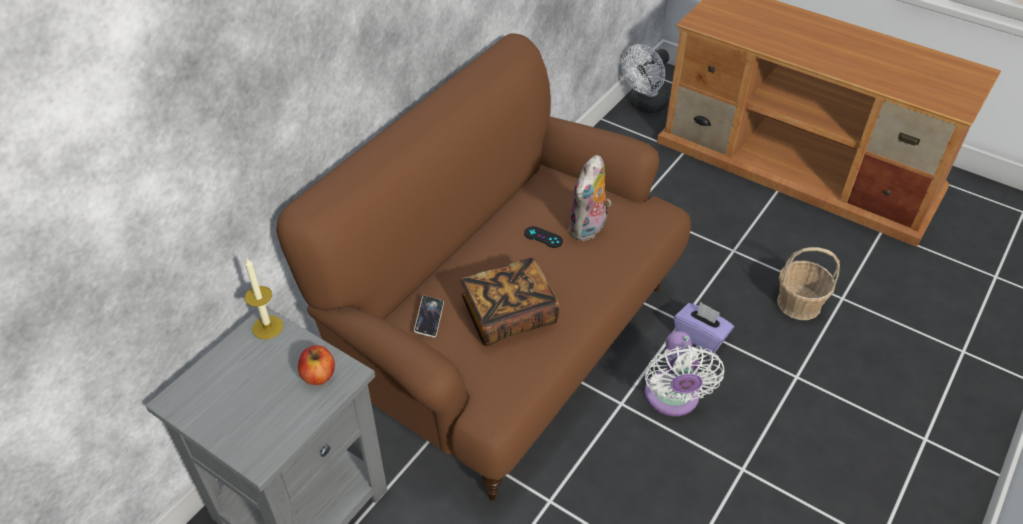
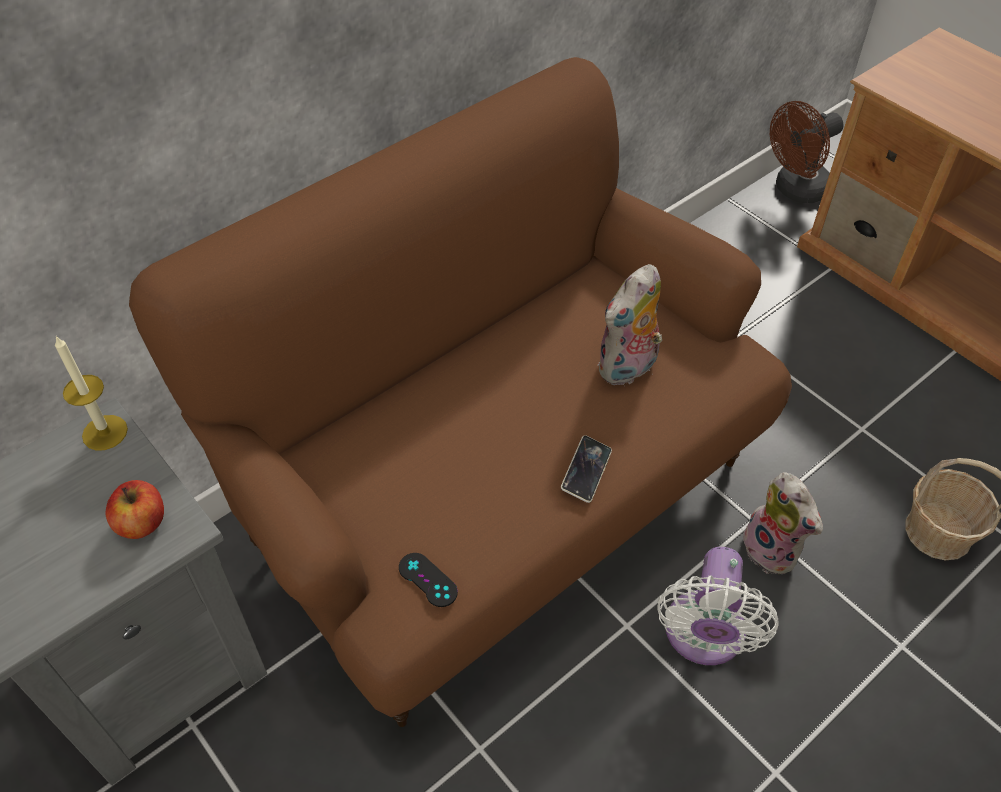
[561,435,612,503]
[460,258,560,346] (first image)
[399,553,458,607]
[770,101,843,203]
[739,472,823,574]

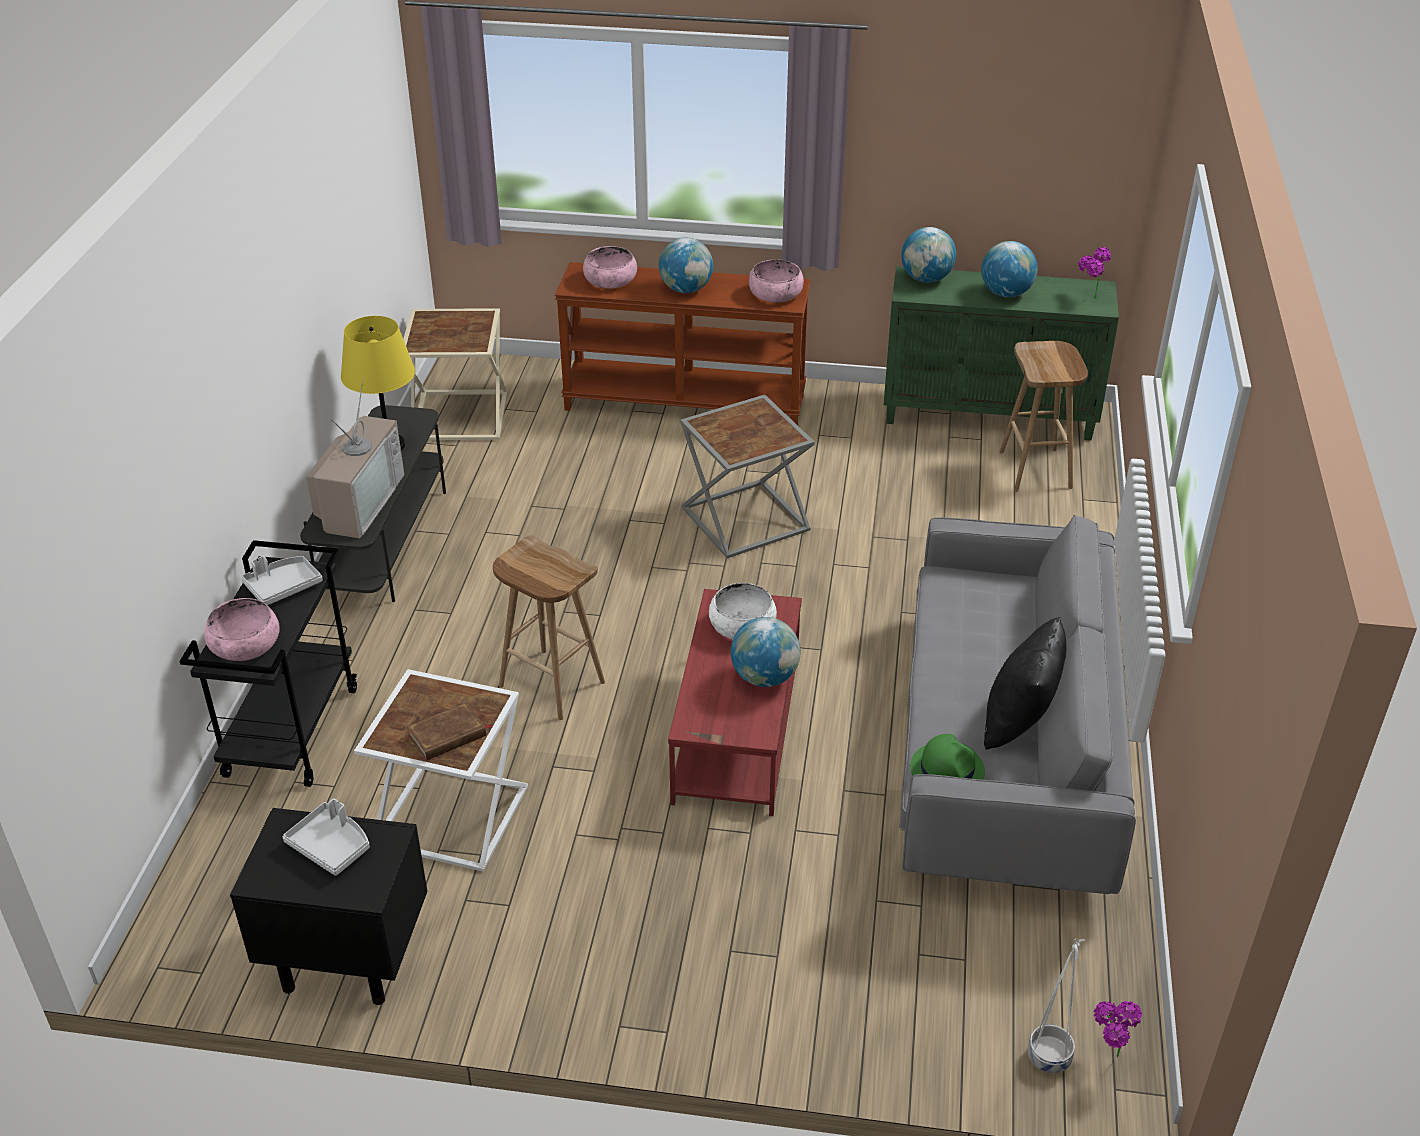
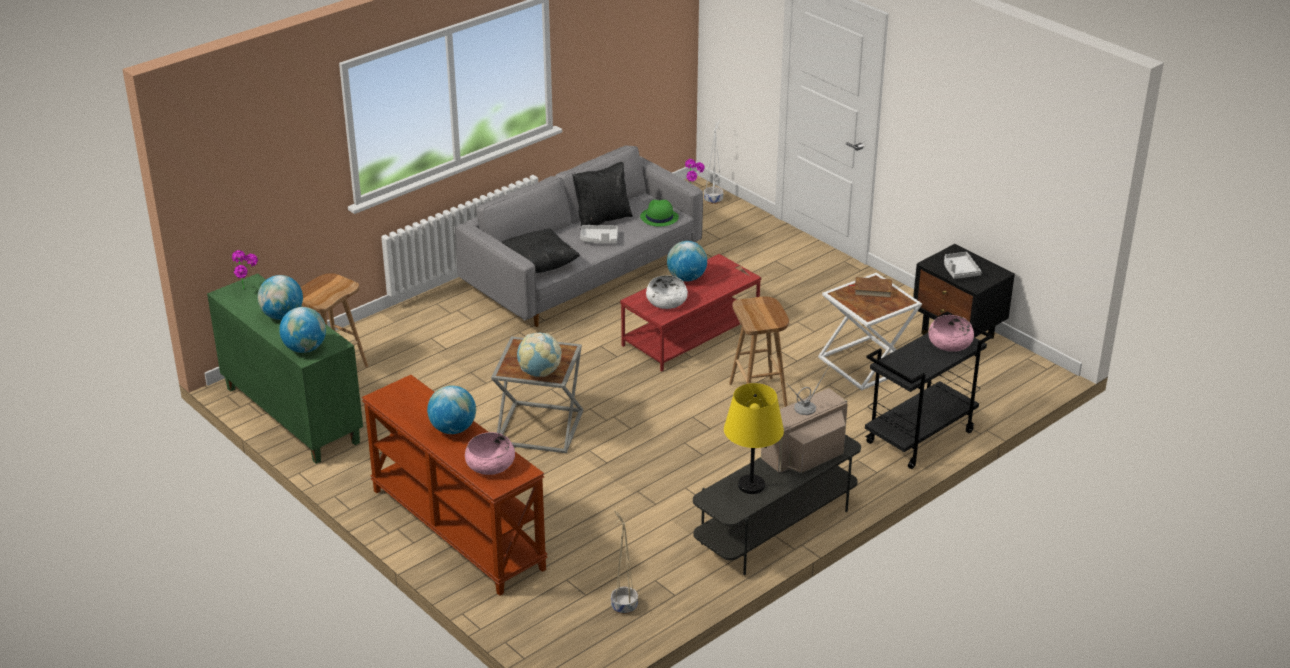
[580,225,618,243]
[611,510,638,614]
[749,260,804,303] (first image)
[501,229,580,273]
[517,333,561,377]

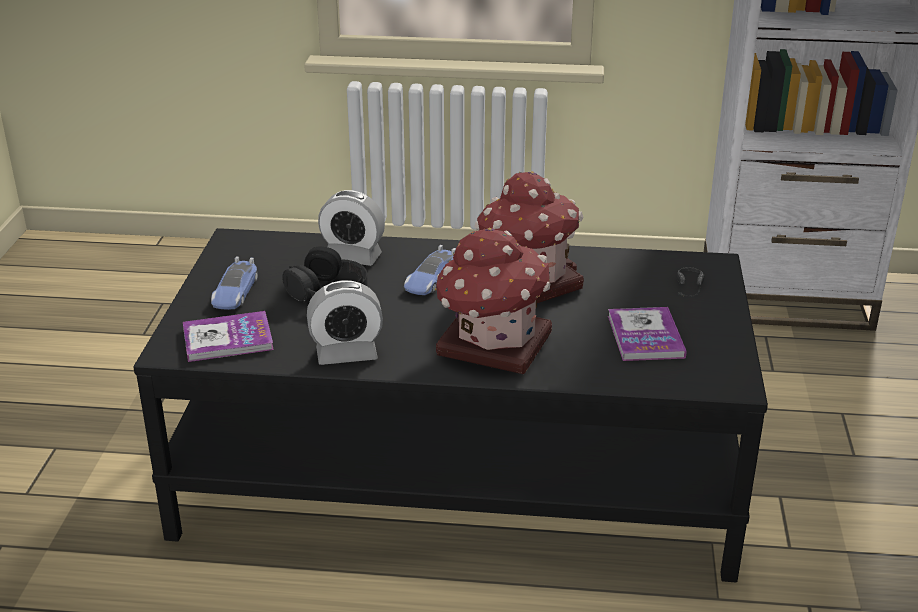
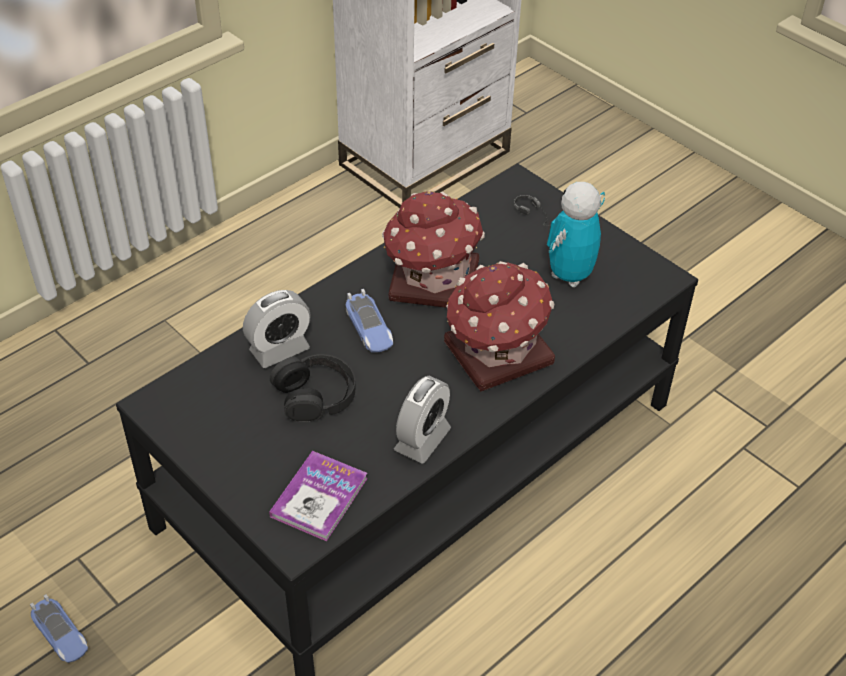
[30,594,88,663]
[547,182,605,287]

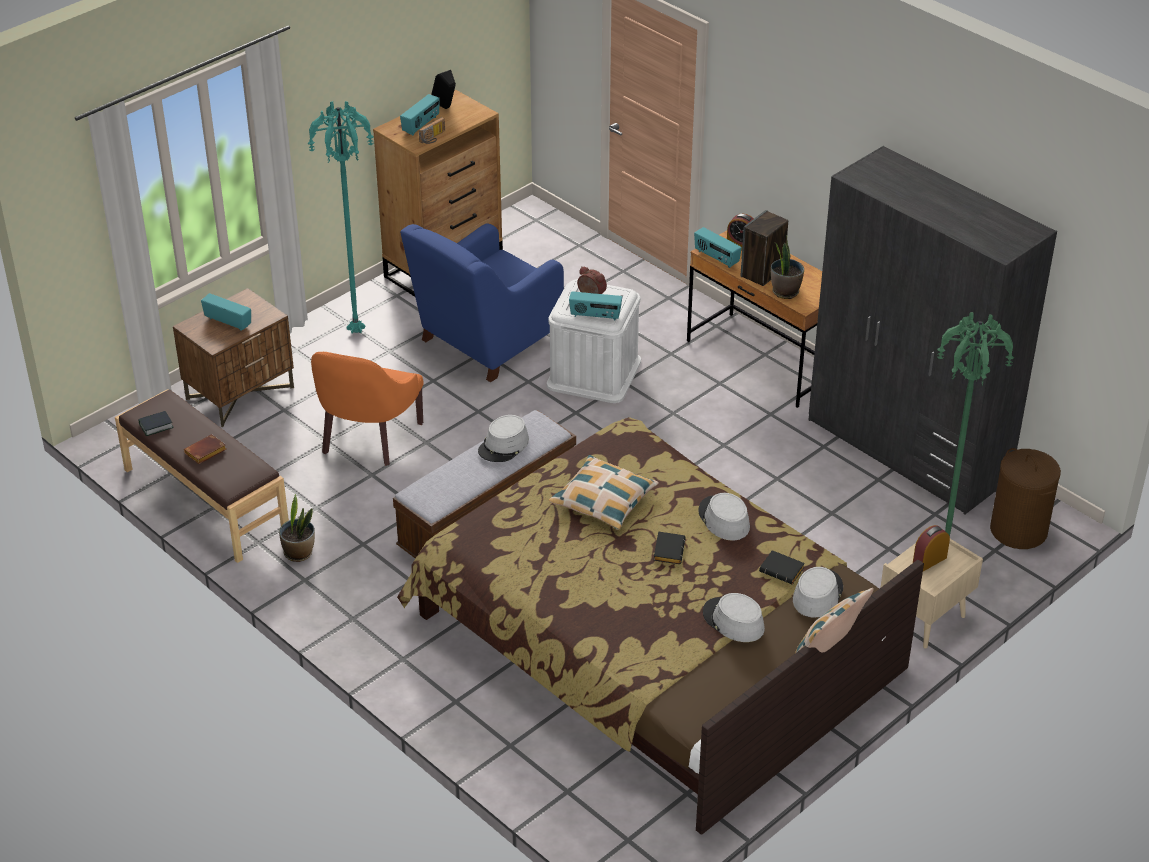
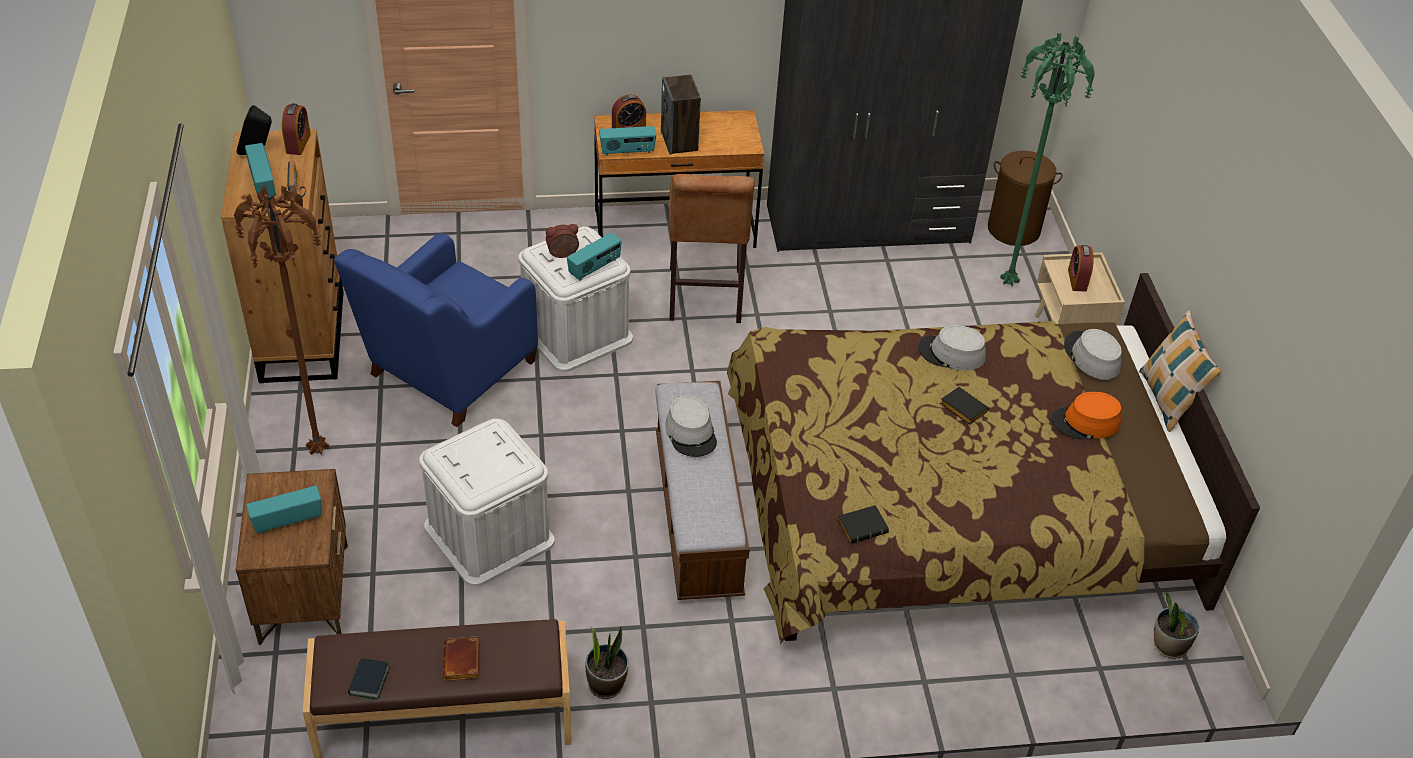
[234,185,329,455]
[419,419,555,587]
[334,233,538,427]
[549,455,659,530] (first image)
[1051,392,1121,439]
[837,505,889,544]
[1153,592,1199,659]
[282,103,311,155]
[669,174,755,323]

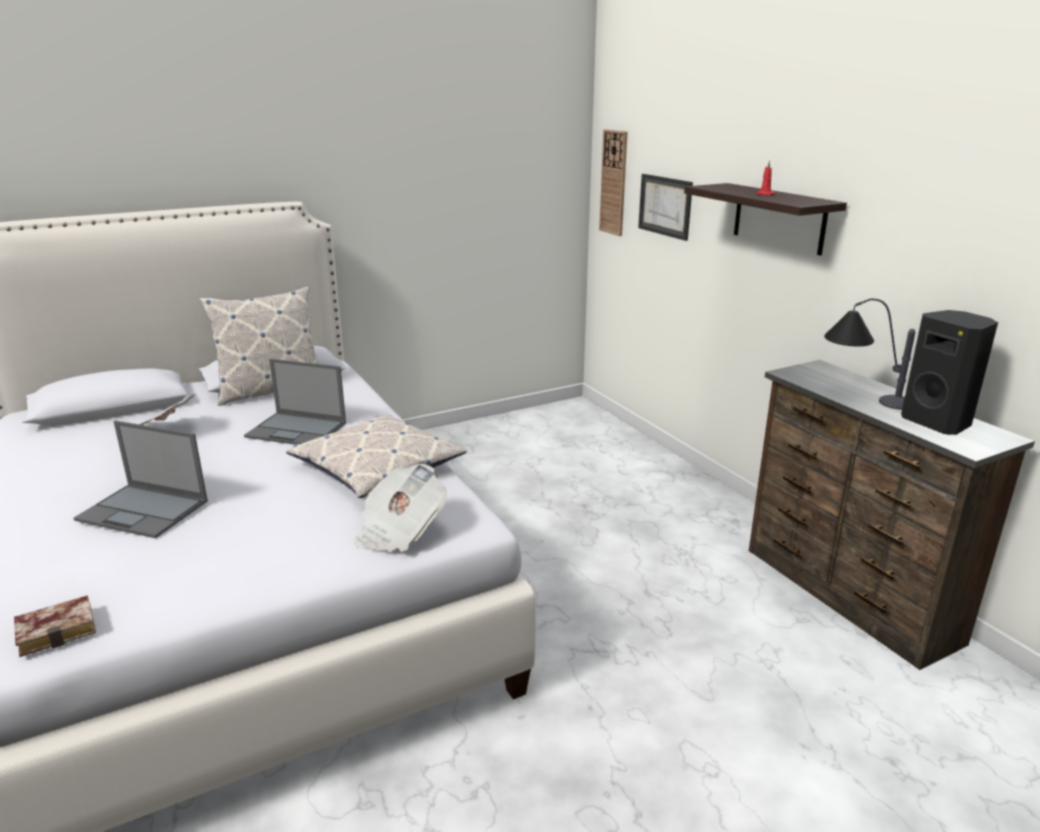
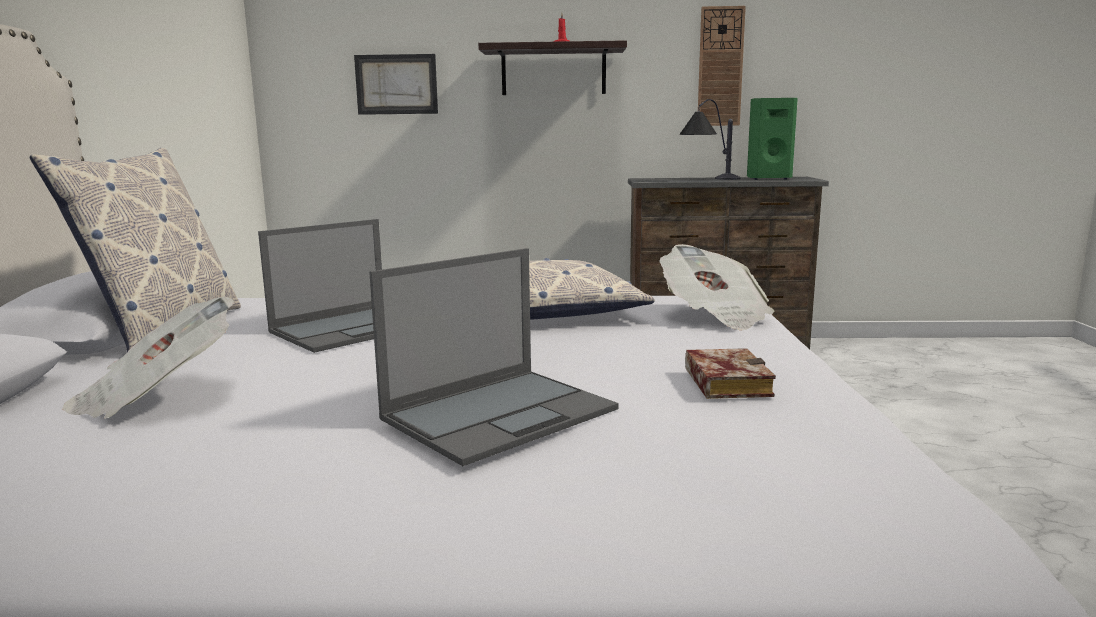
[685,348,776,399]
[698,6,746,126]
[747,98,798,180]

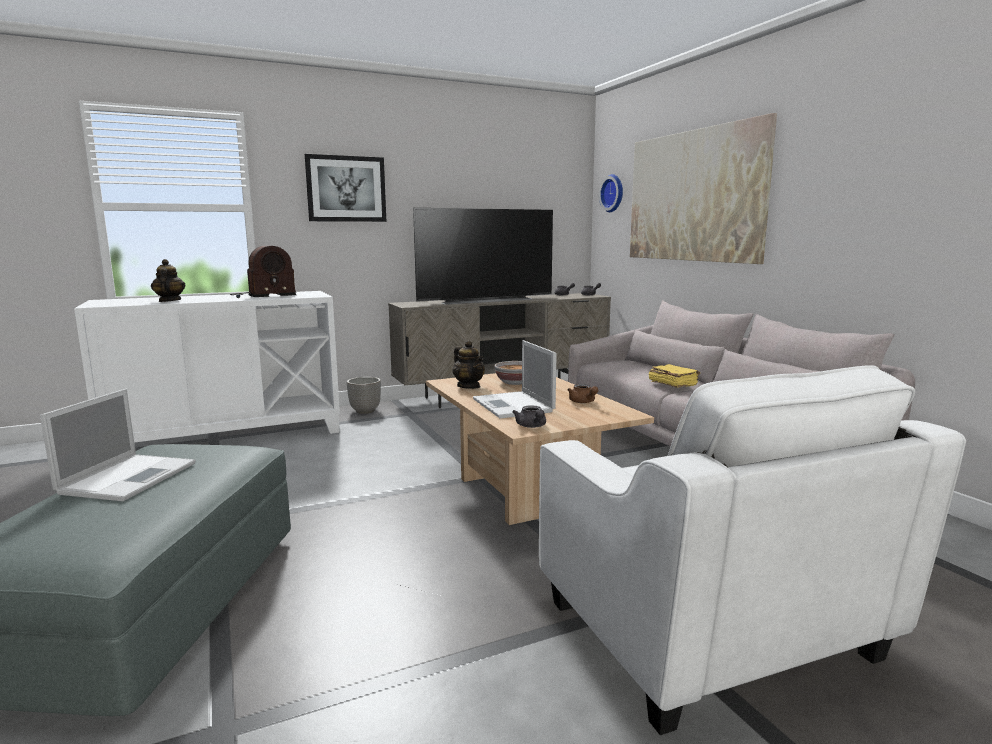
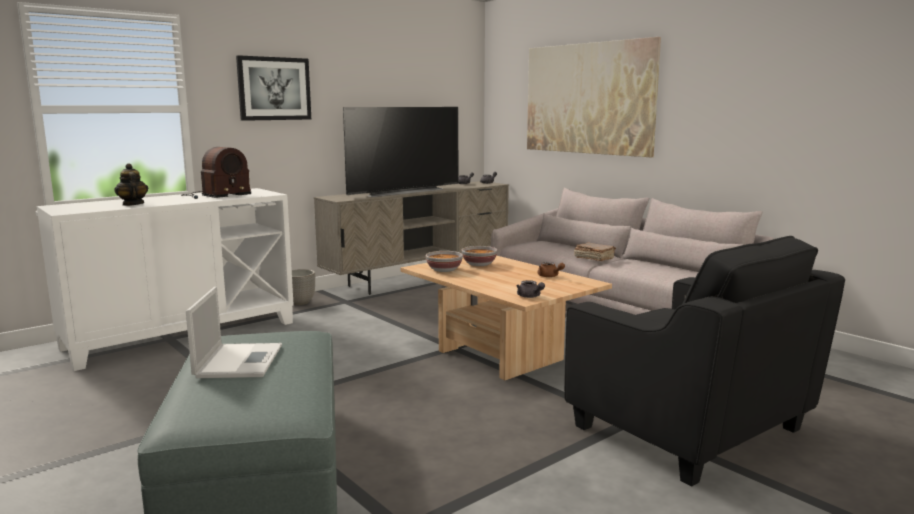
[426,251,463,272]
[473,340,557,419] (first image)
[564,236,845,487]
[599,174,623,212] (first image)
[574,242,616,261]

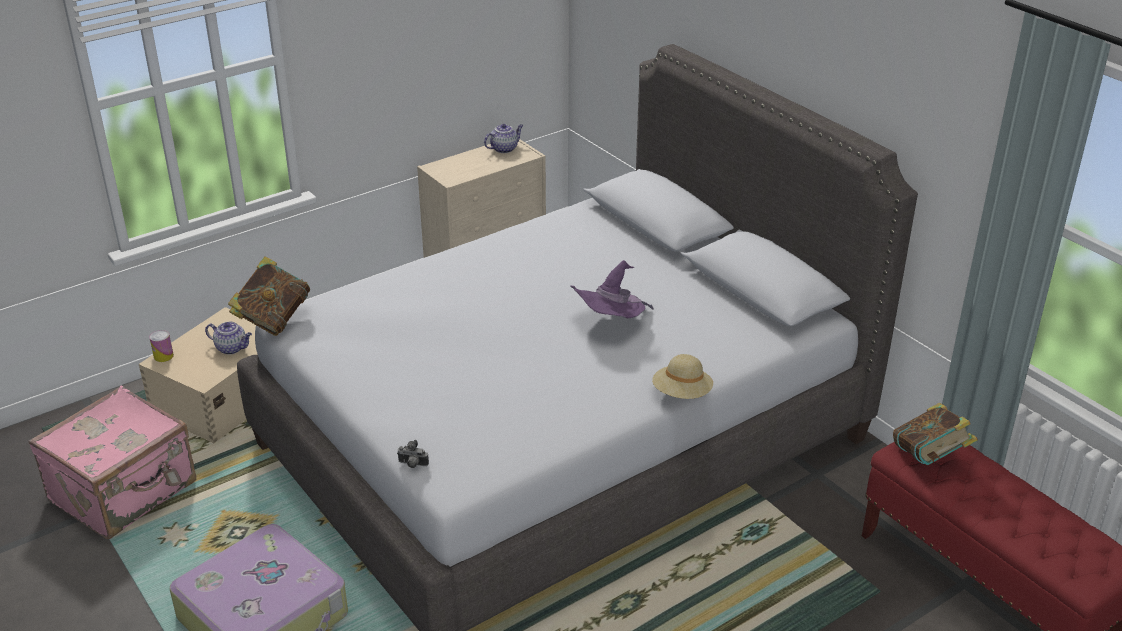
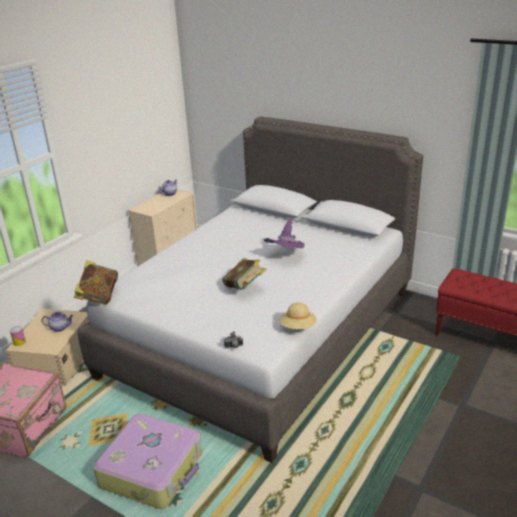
[280,303,317,329]
[222,258,267,290]

